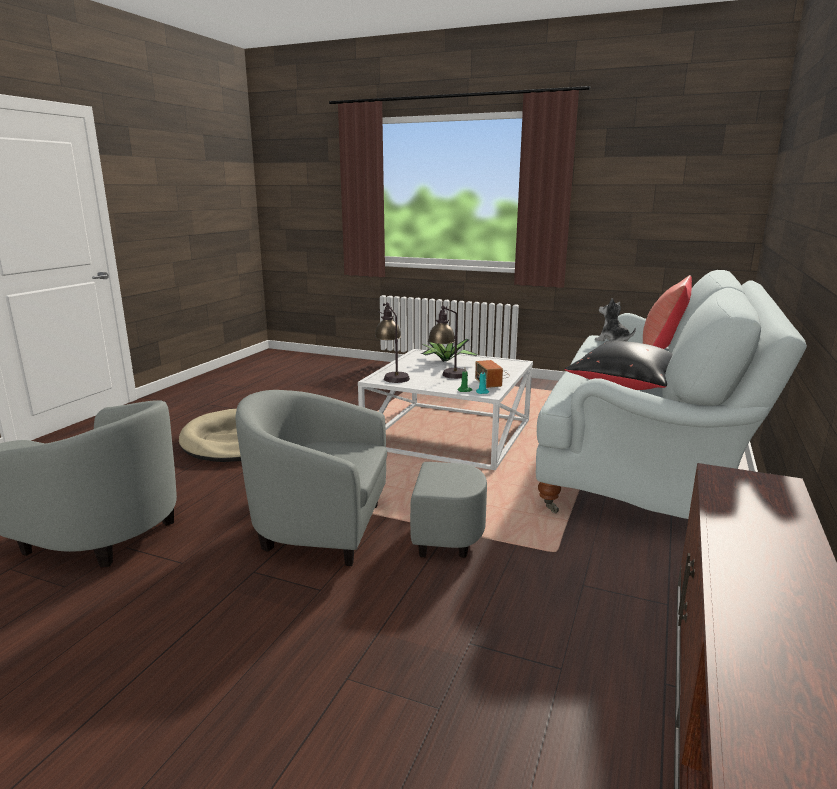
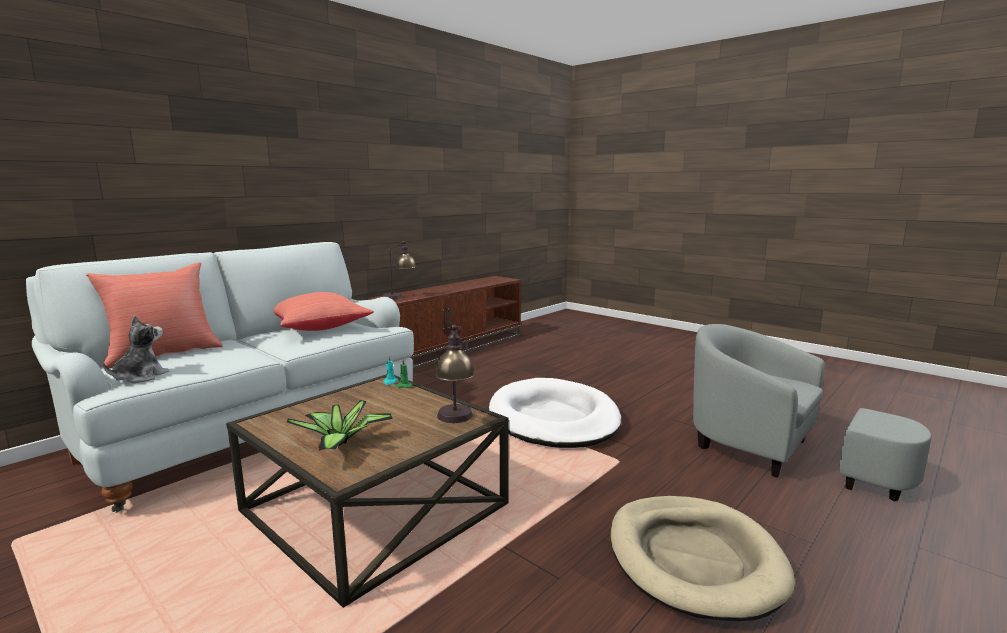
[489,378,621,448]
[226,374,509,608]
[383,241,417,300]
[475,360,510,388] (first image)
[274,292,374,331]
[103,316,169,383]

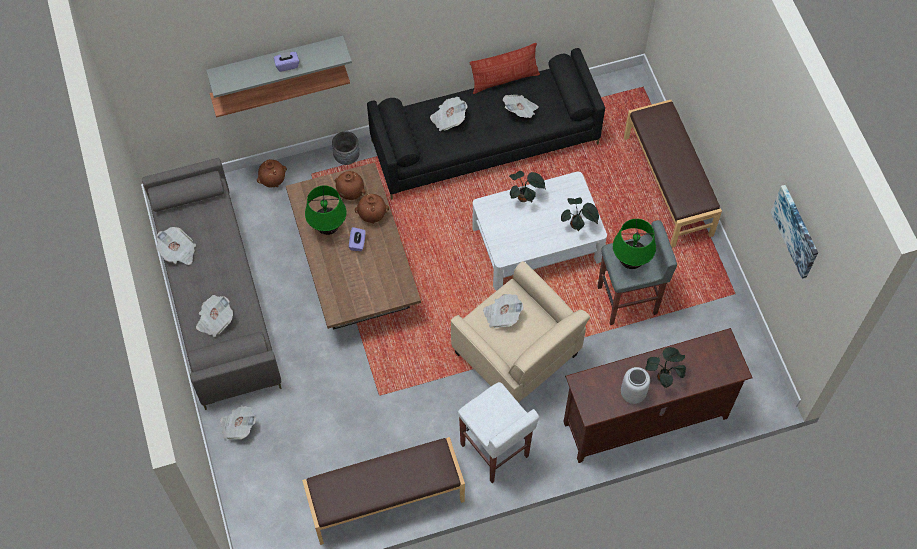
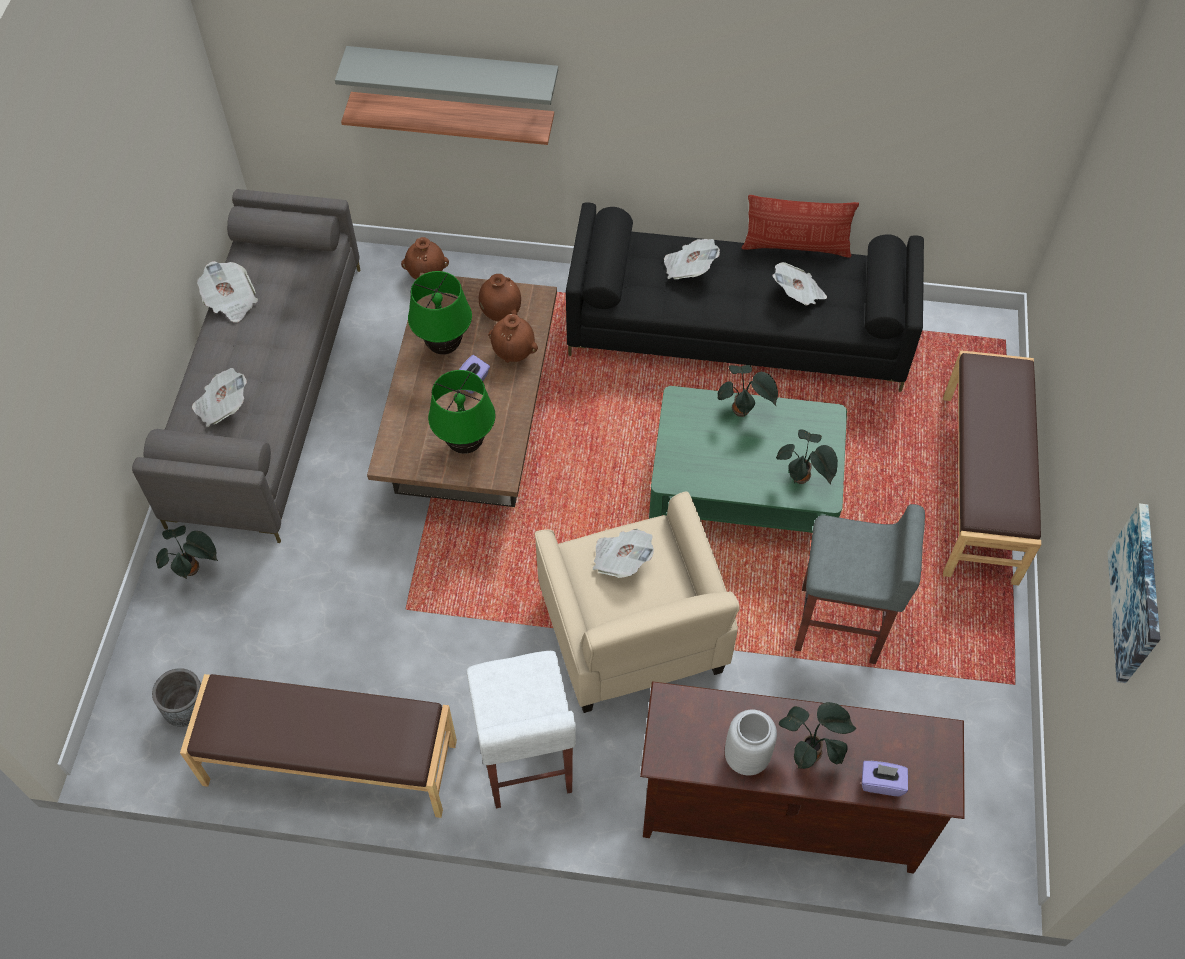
[156,526,218,579]
[862,761,908,797]
[152,668,201,727]
[649,386,847,533]
[428,370,495,454]

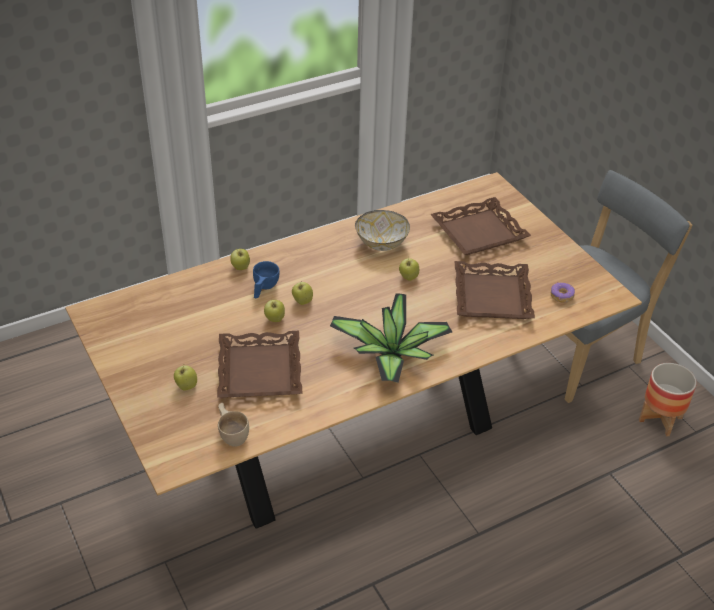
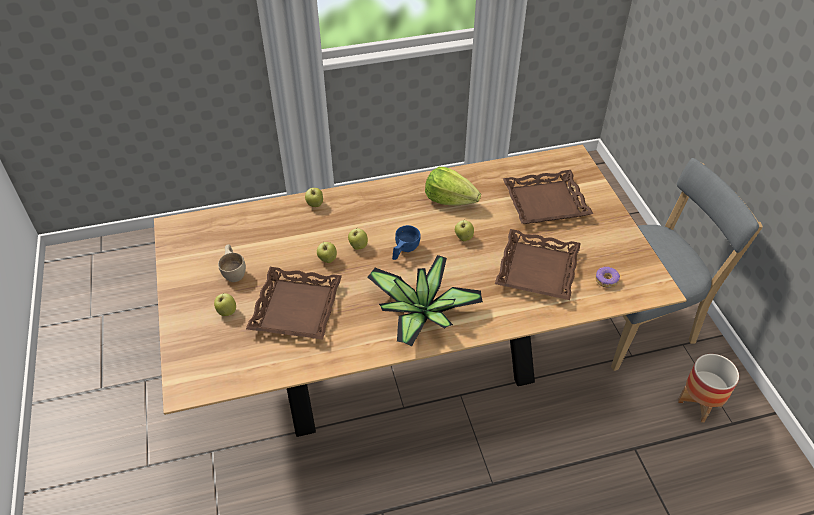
[218,244,246,282]
[392,225,421,260]
[425,167,481,206]

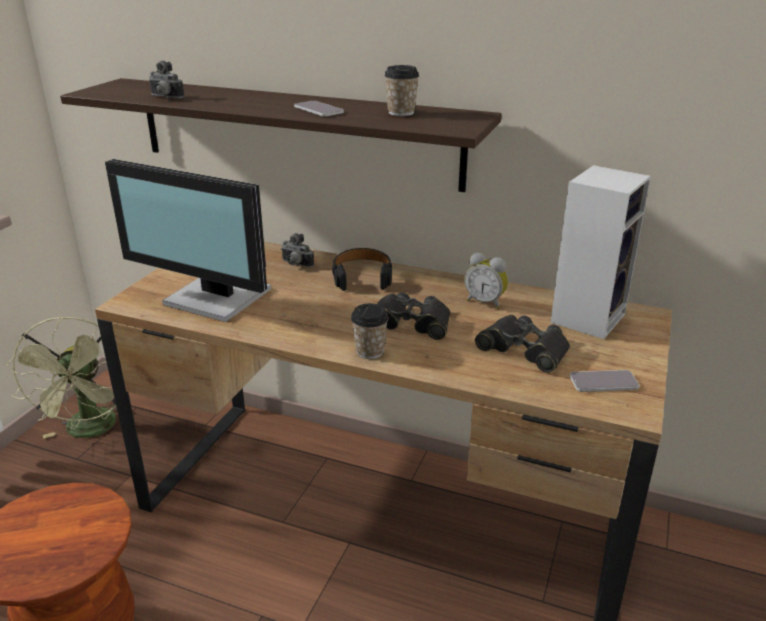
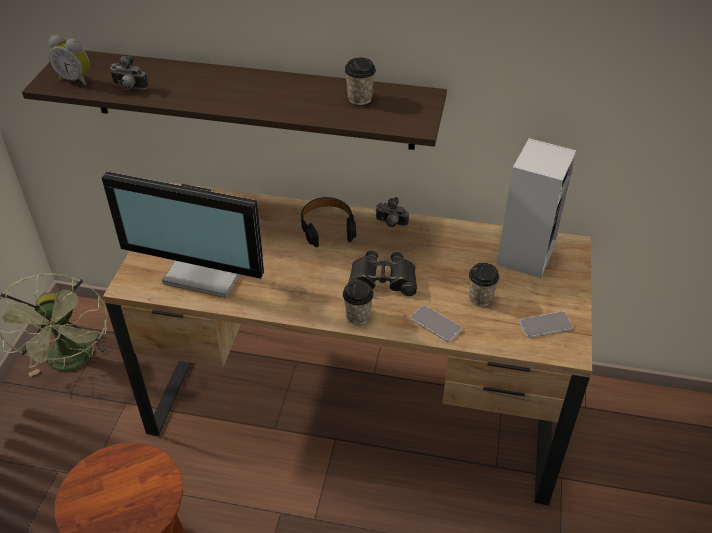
[375,197,409,227]
[411,305,462,342]
[49,35,90,86]
[469,263,499,306]

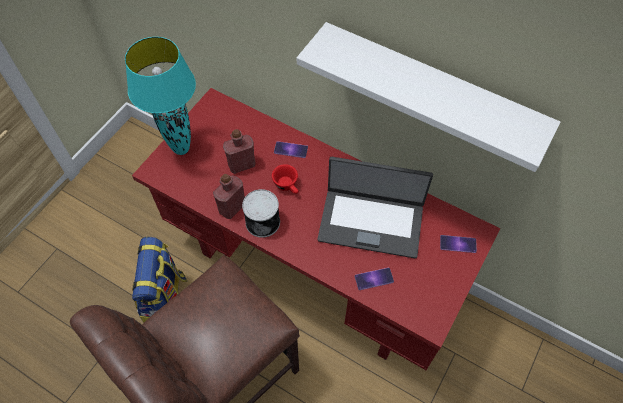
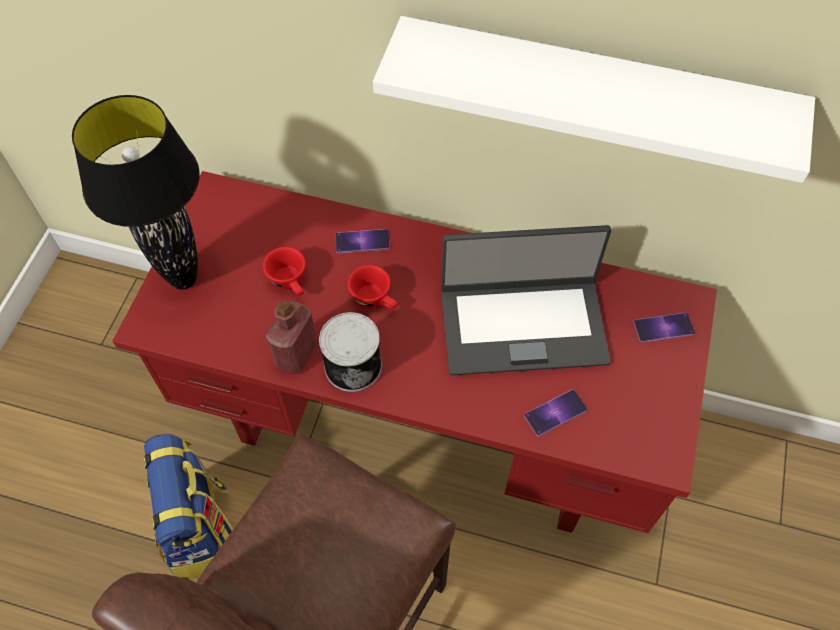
[72,95,200,289]
[263,247,306,295]

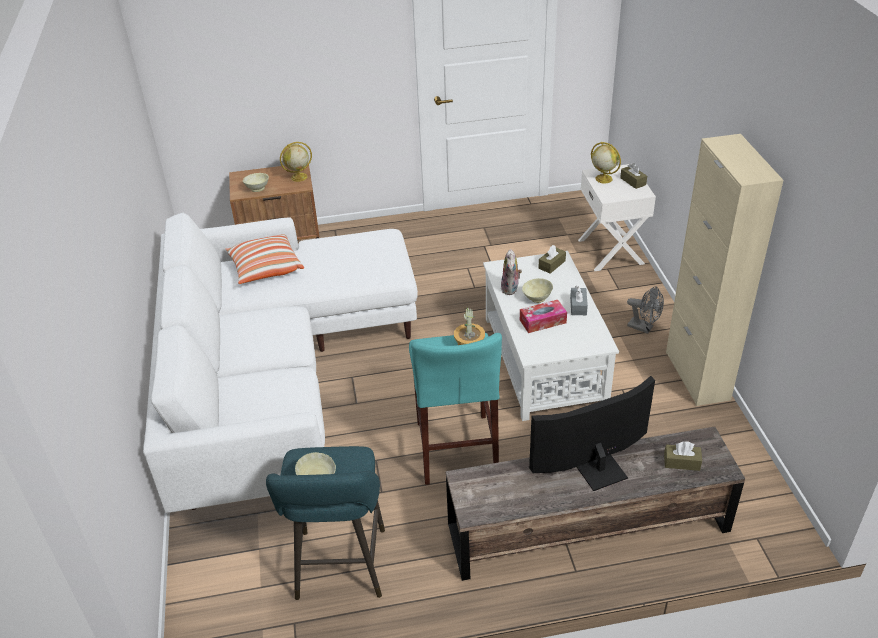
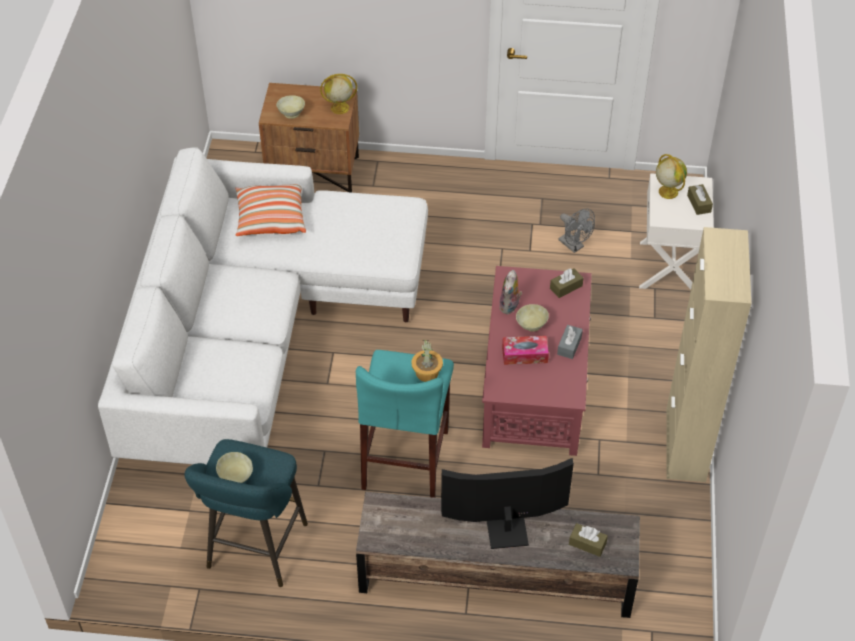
[482,266,592,456]
[559,208,595,253]

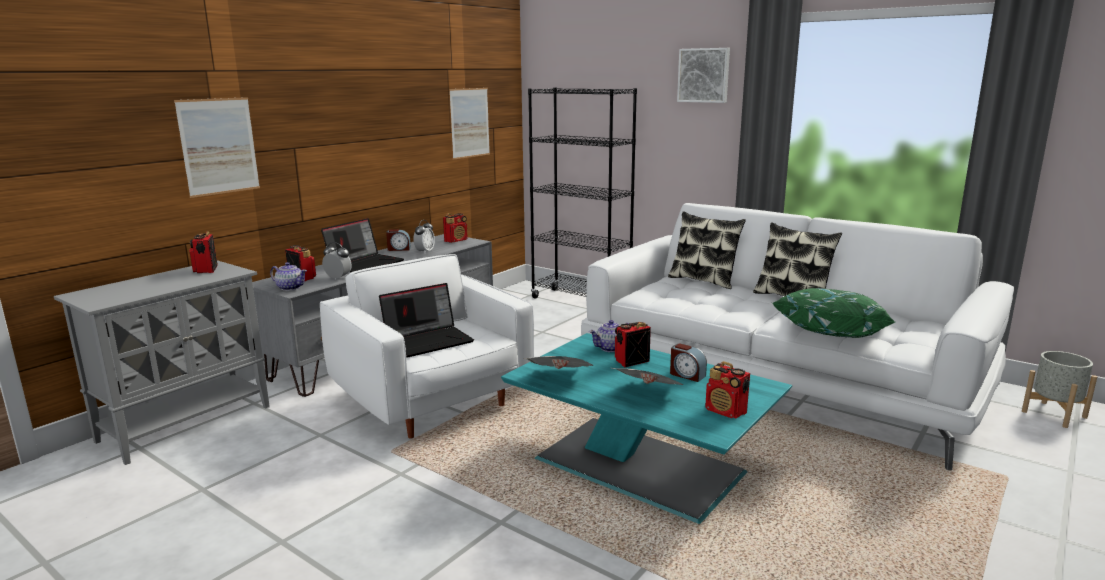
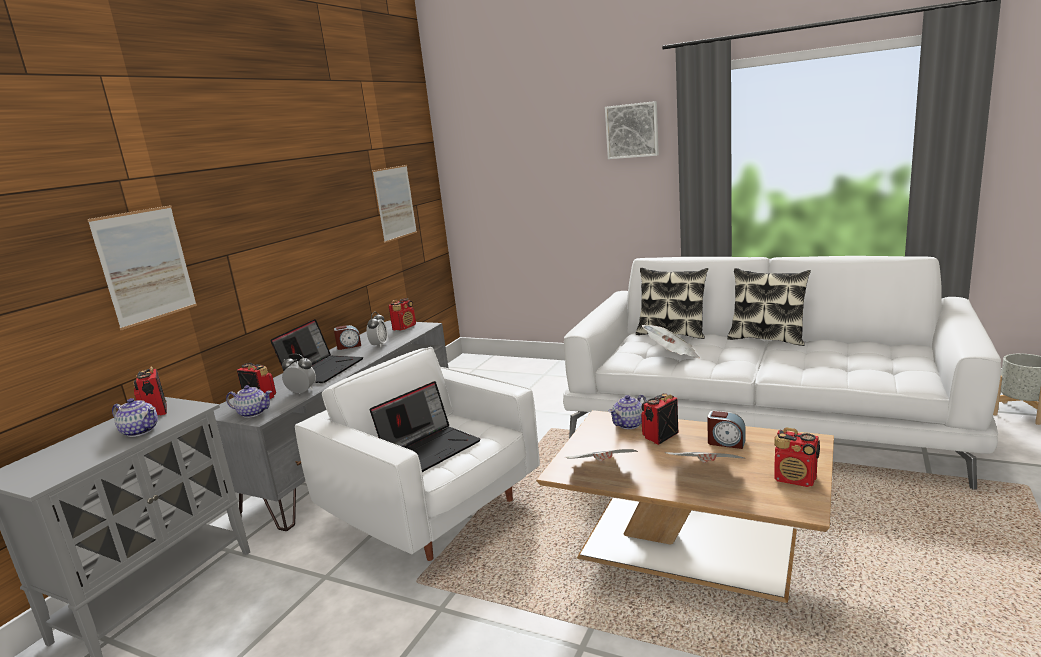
[536,410,834,603]
[528,88,637,299] (first image)
[773,288,895,338] (first image)
[112,398,158,437]
[642,325,700,358]

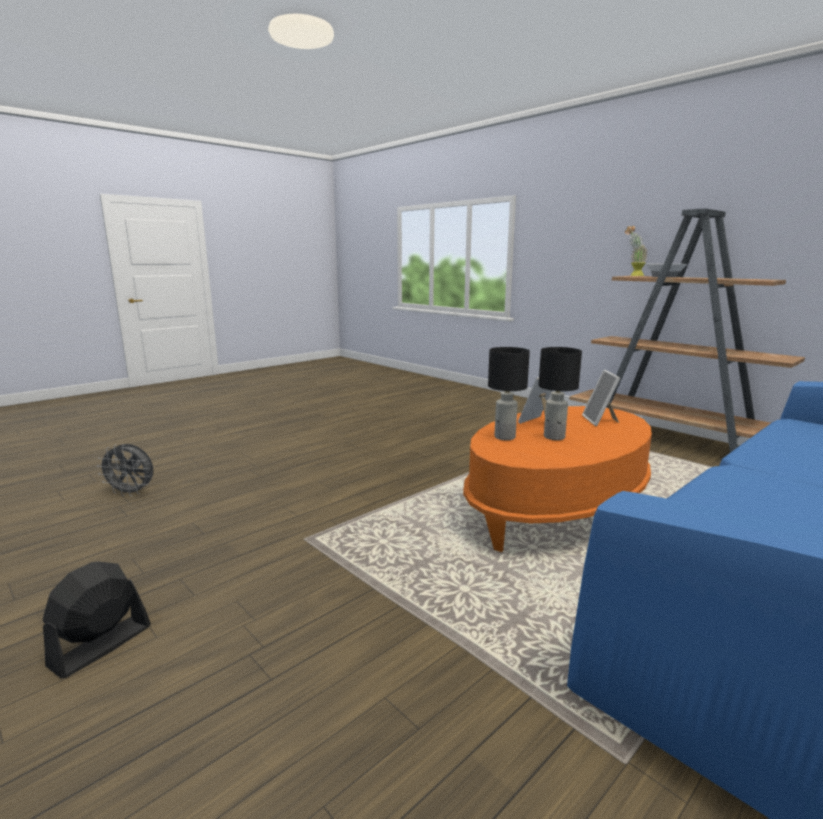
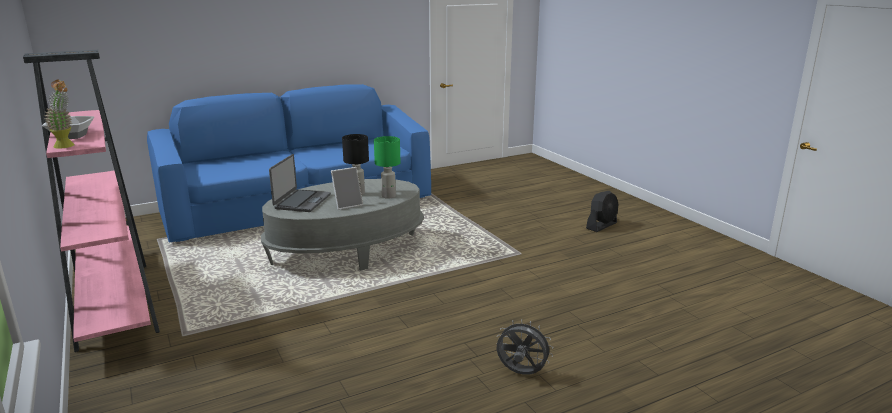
[497,319,553,375]
[261,179,424,271]
[374,136,401,199]
[23,50,160,352]
[269,154,331,212]

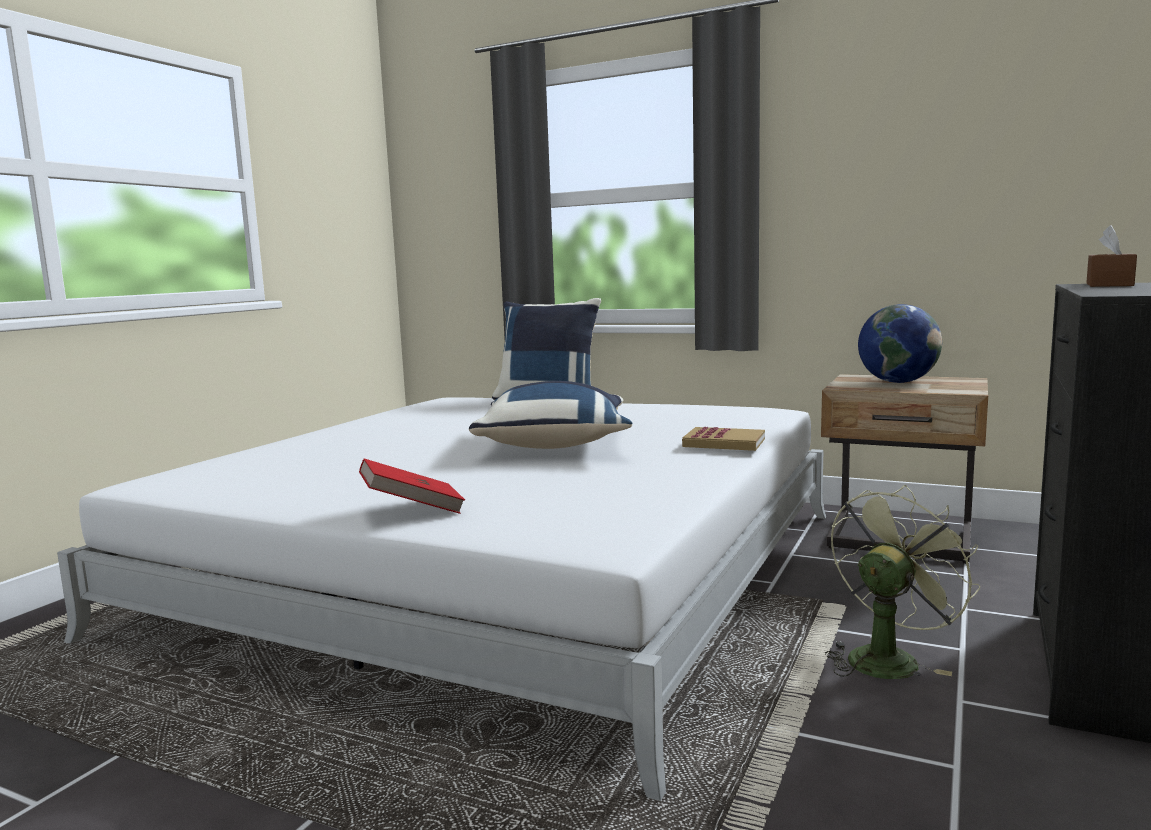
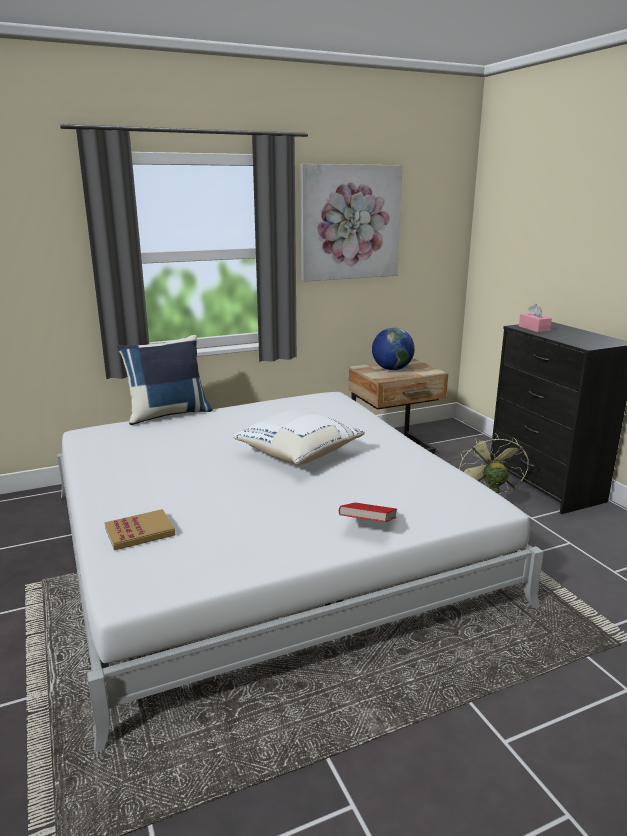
[233,410,365,465]
[105,509,175,551]
[519,304,552,332]
[300,164,403,282]

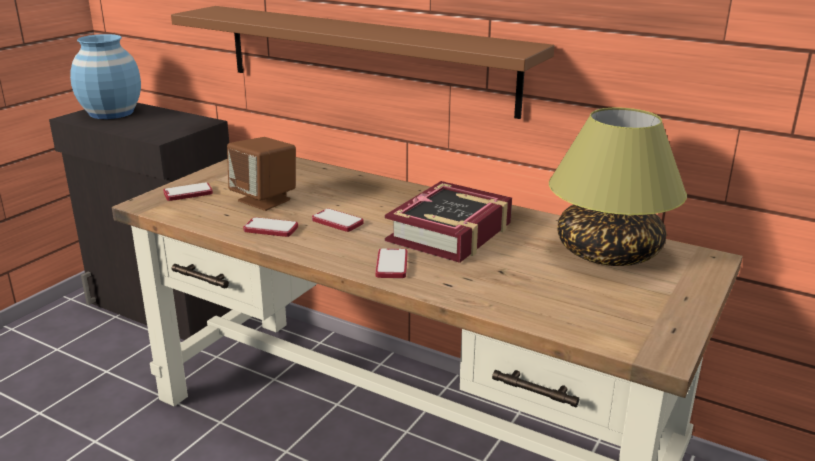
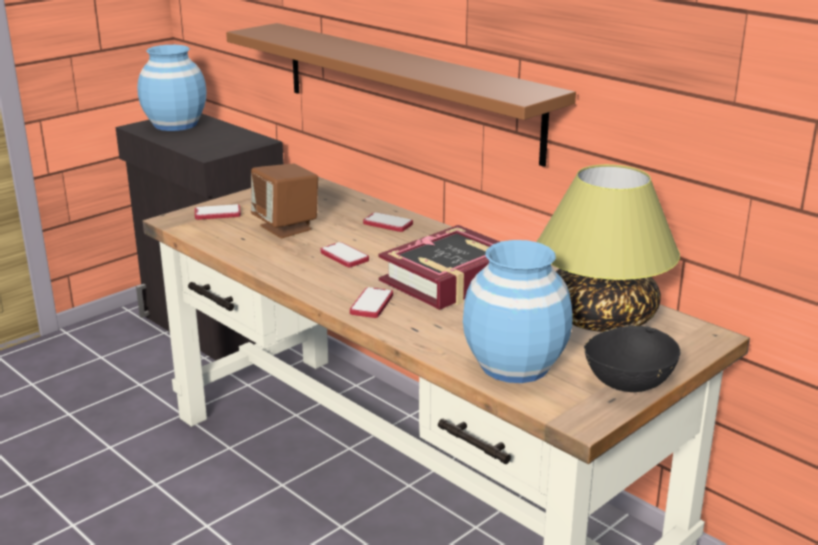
[363,212,413,232]
[463,240,573,383]
[584,325,680,392]

